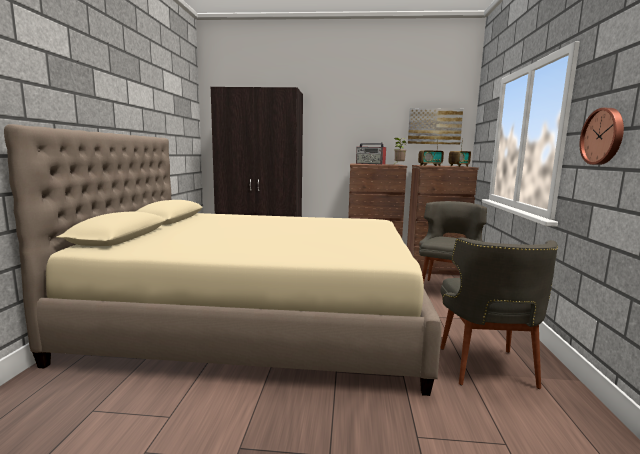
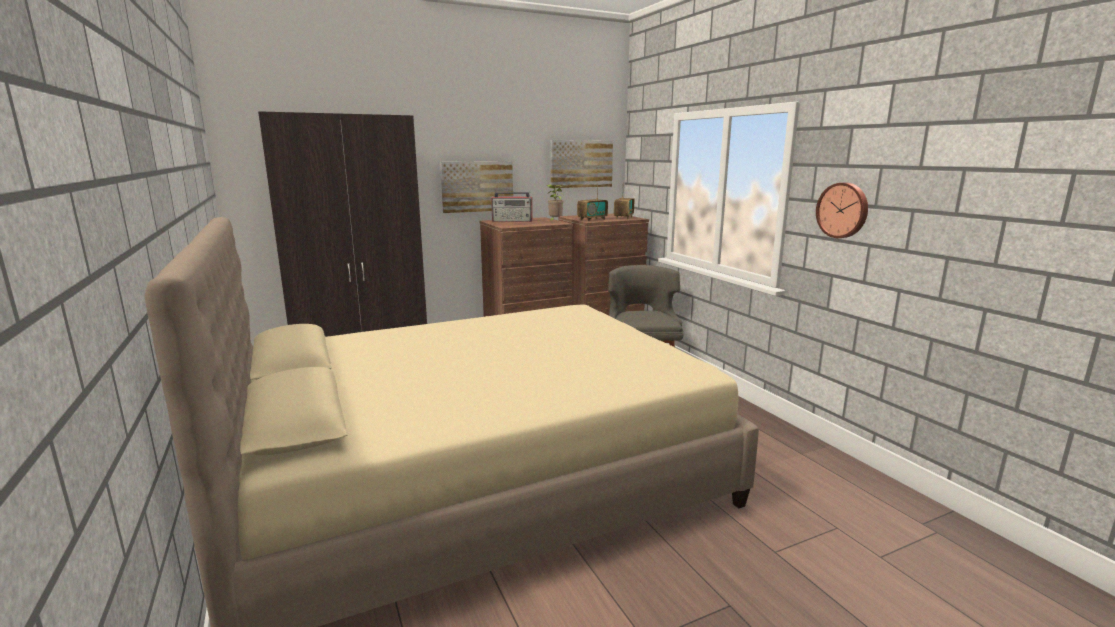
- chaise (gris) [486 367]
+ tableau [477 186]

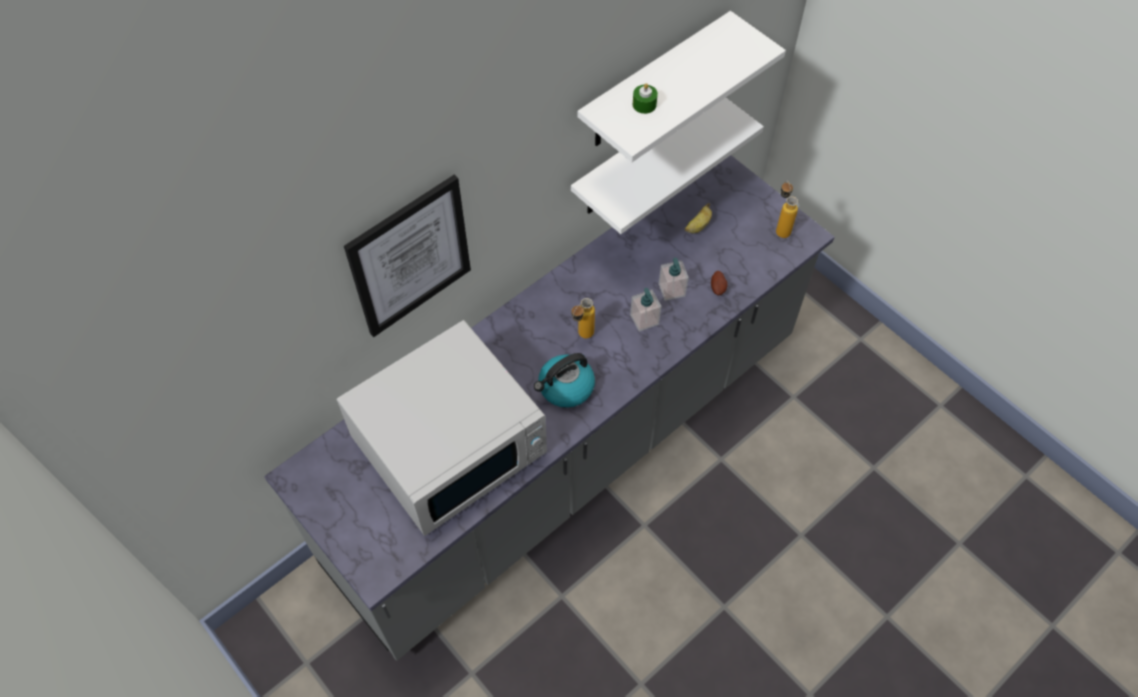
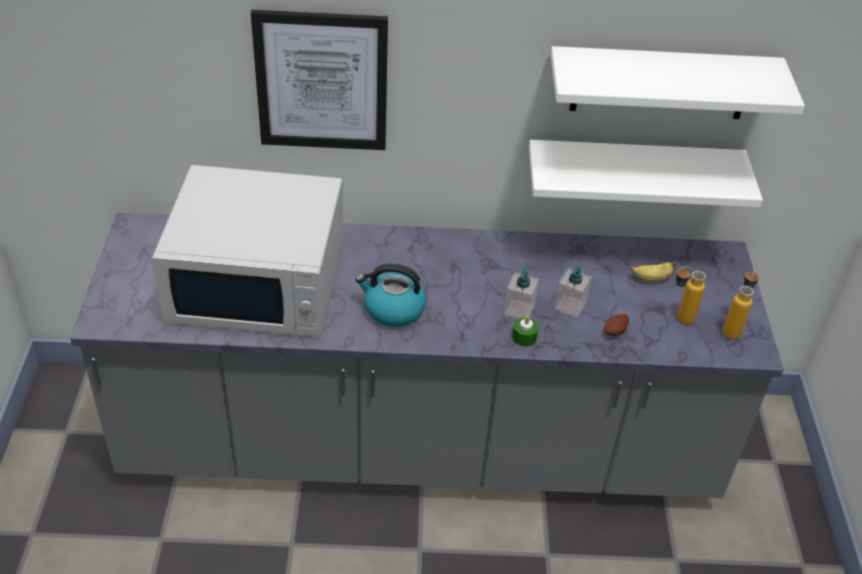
~ bouteille [582 337] to [678 319]
~ bougie (vert) [644 104] to [524 337]

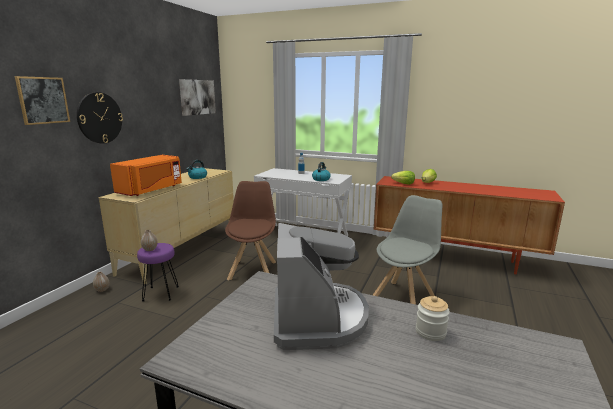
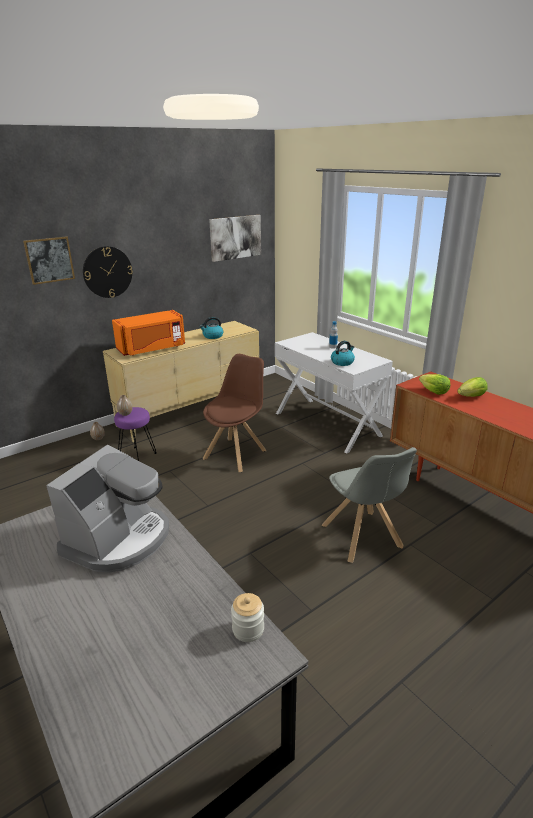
~ chaise (gris) [404 297] = [363 538] 90 degrees clockwise
~ bocal [430 332] to [248 629]

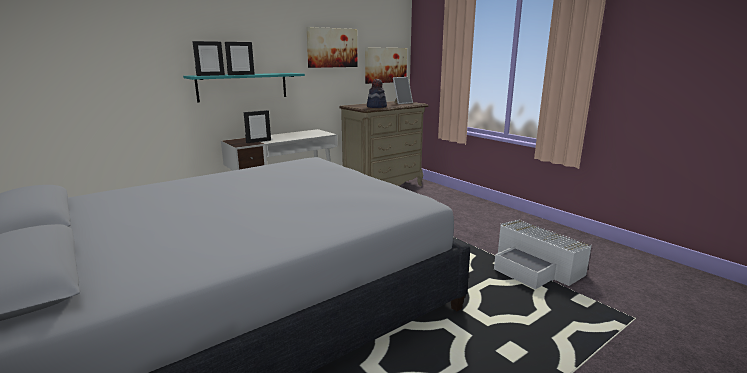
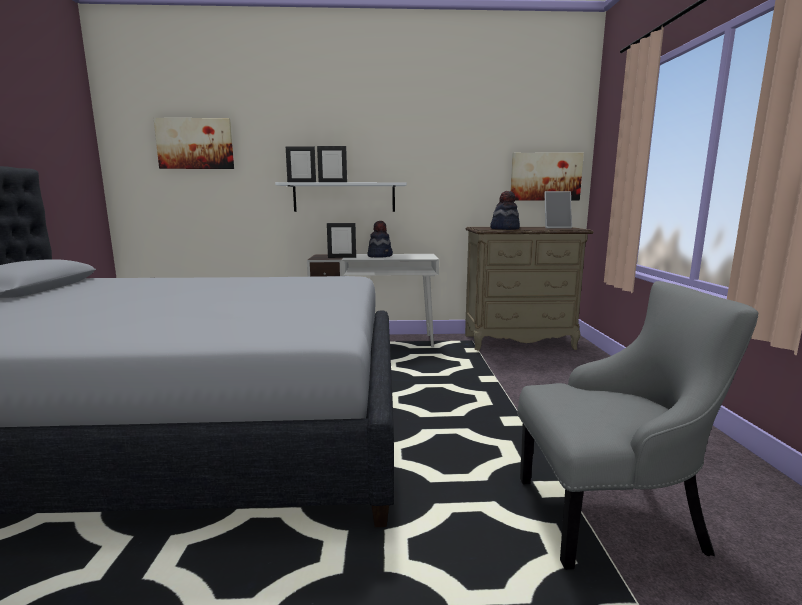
~ étagère (turquoise) [243 86] to étagère (blanc) [344 197]
~ tableau [332 47] to [195 144]
~ boîte de rangement (blanc) [535 268] to chaise (gris) [605 519]
+ chapeau [380 256]

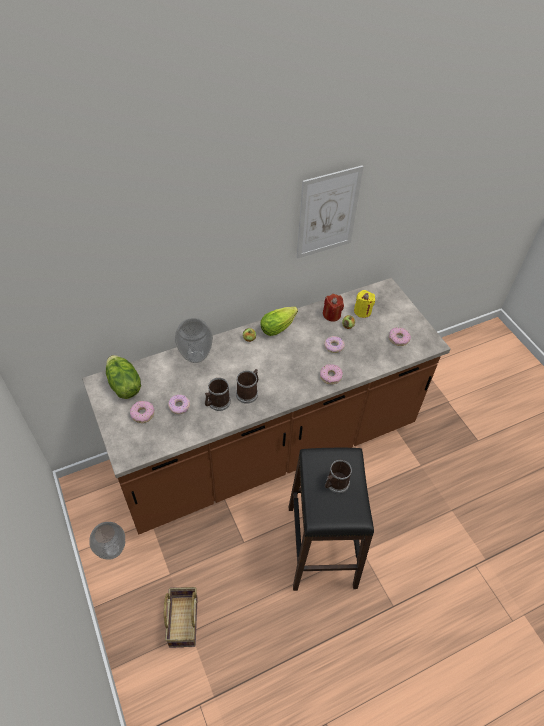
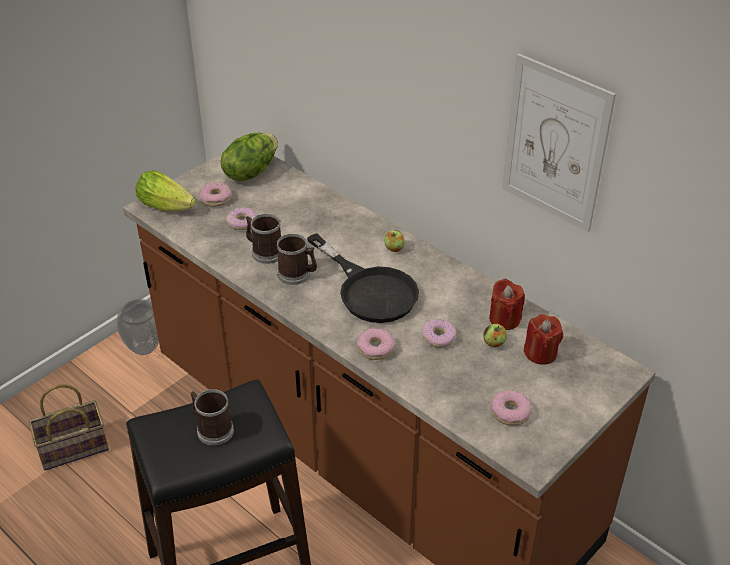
- vase [196 356]
~ laitue [280 326] to [168 206]
~ bougie (jaune) [362 311] to bougie (rouge) [540 353]
+ poêle (noir) [369 289]

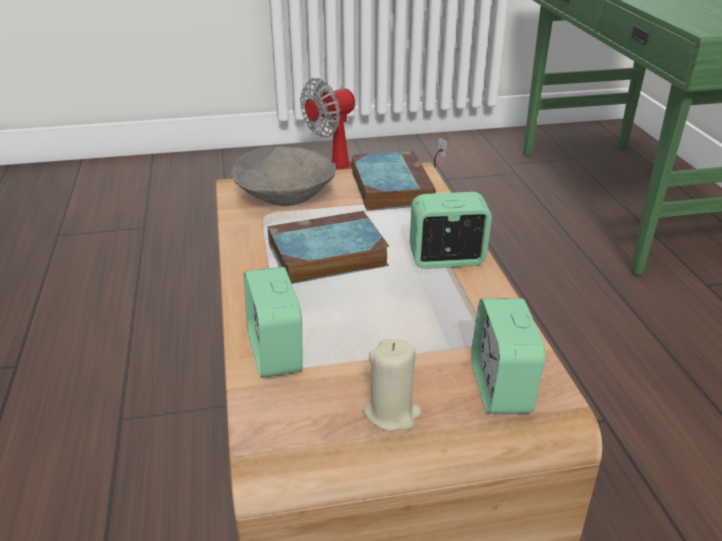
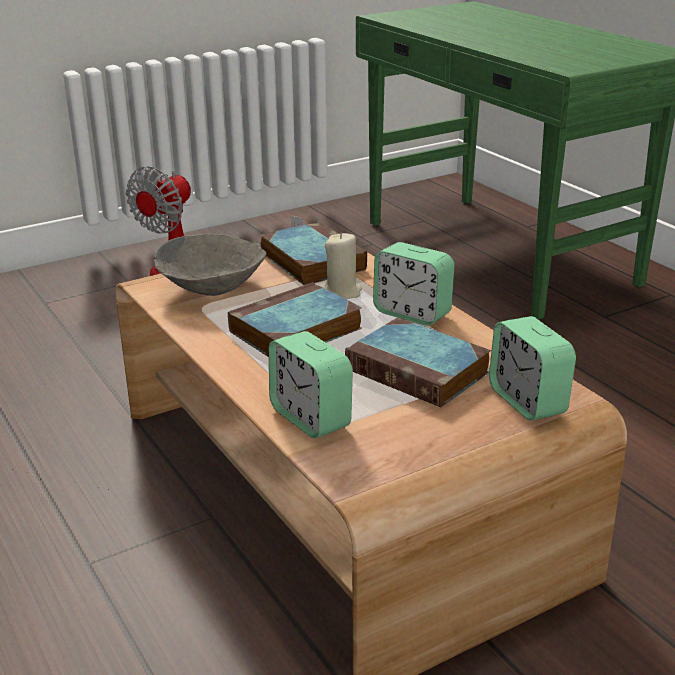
~ bougie (beige) [392 413] to [342 292]
~ réveil [447 259] = [412 313] 120 degrees counterclockwise
+ livre [420 371]

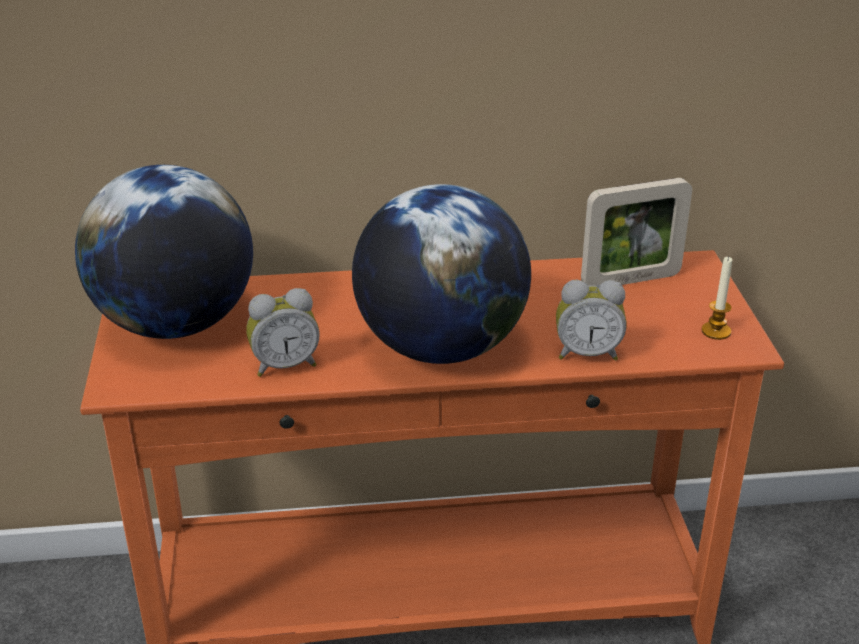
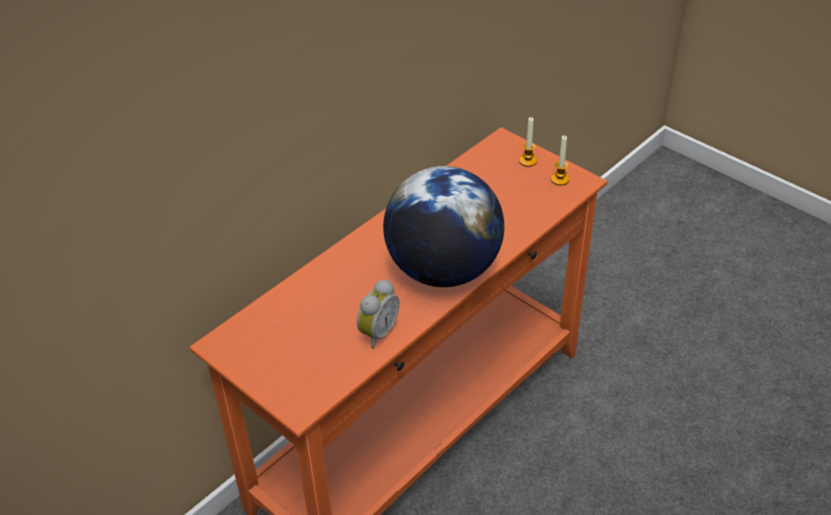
- globe [176 324]
- réveil [587 353]
- cadre photo [630 280]
+ bougie [527 161]

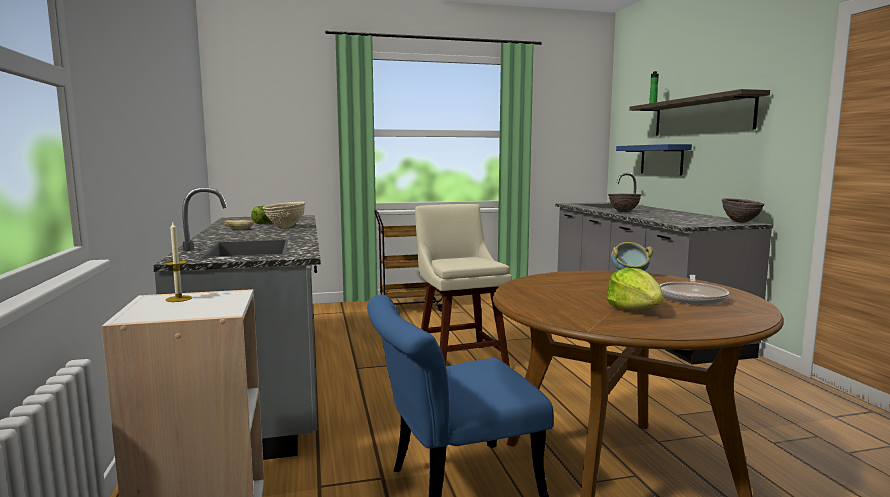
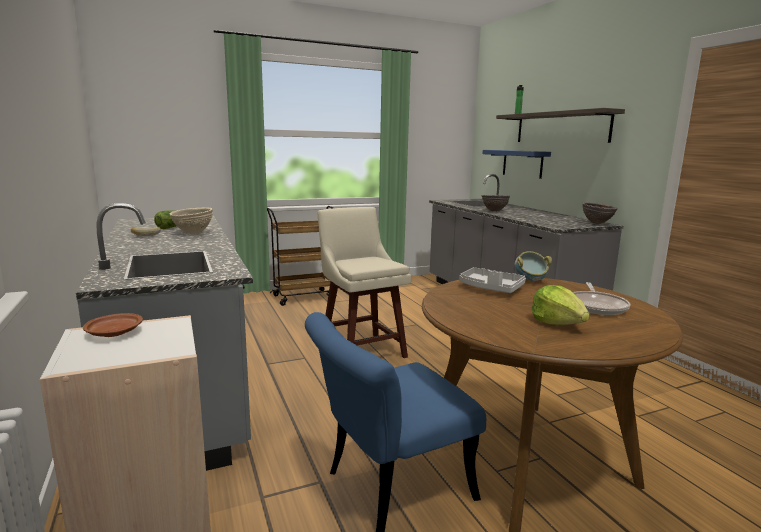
~ bougie [178 299] to assiette (marron) [114 333]
+ plateau (gris) [490 288]

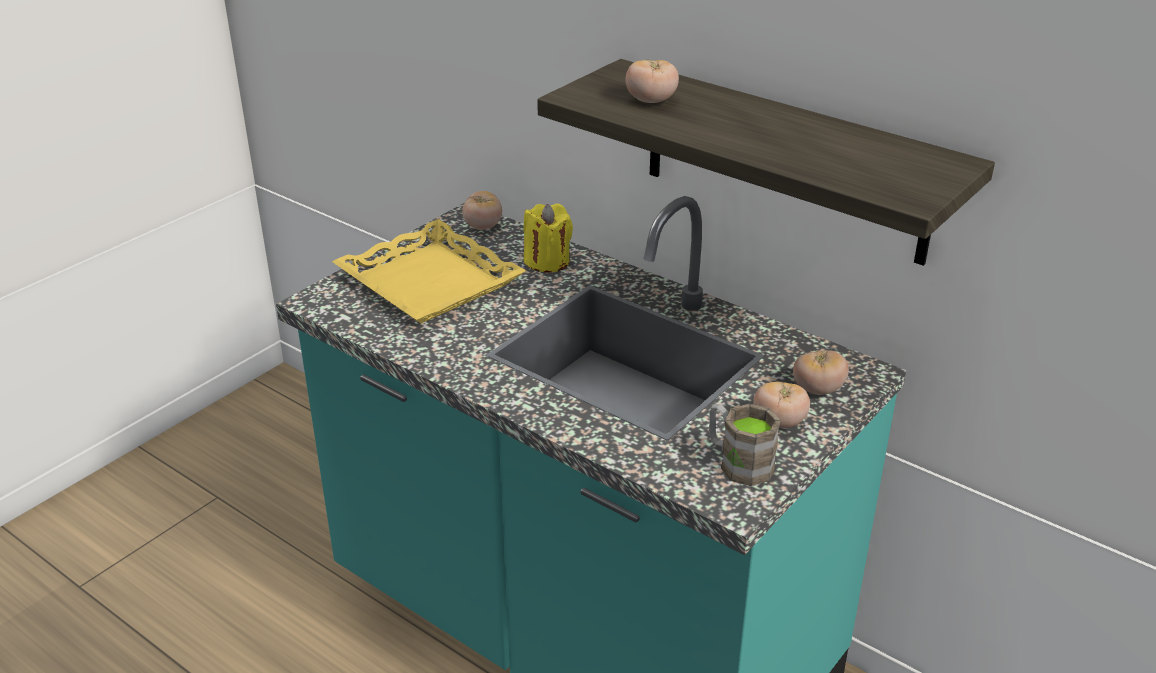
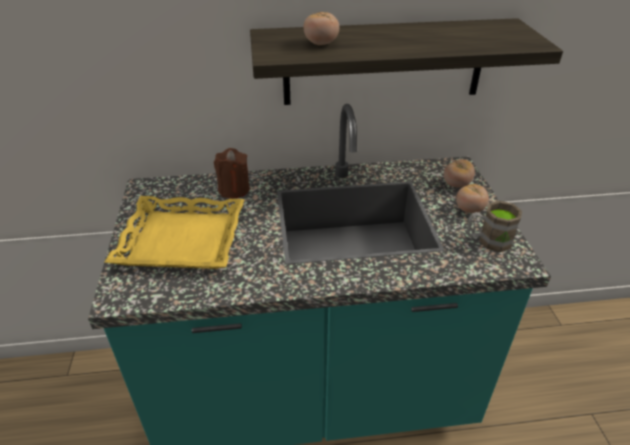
- tomate [483 226]
~ bougie (jaune) [547 261] to bougie (marron) [234 189]

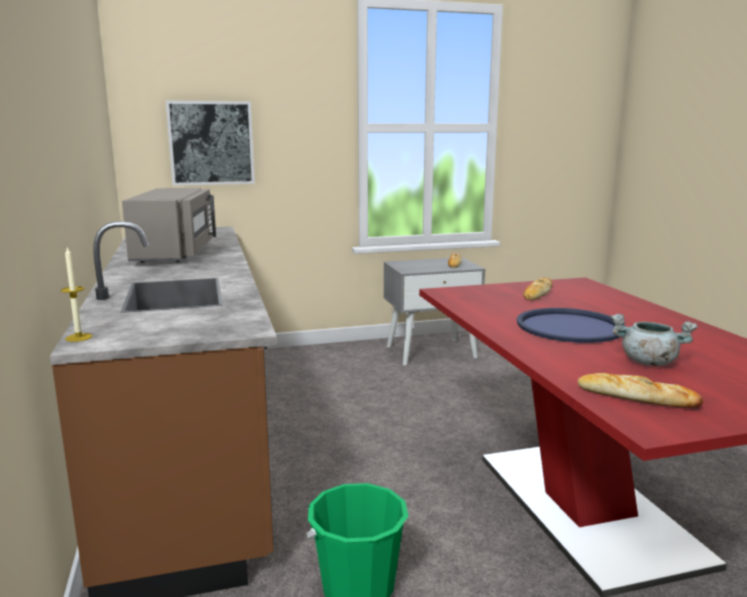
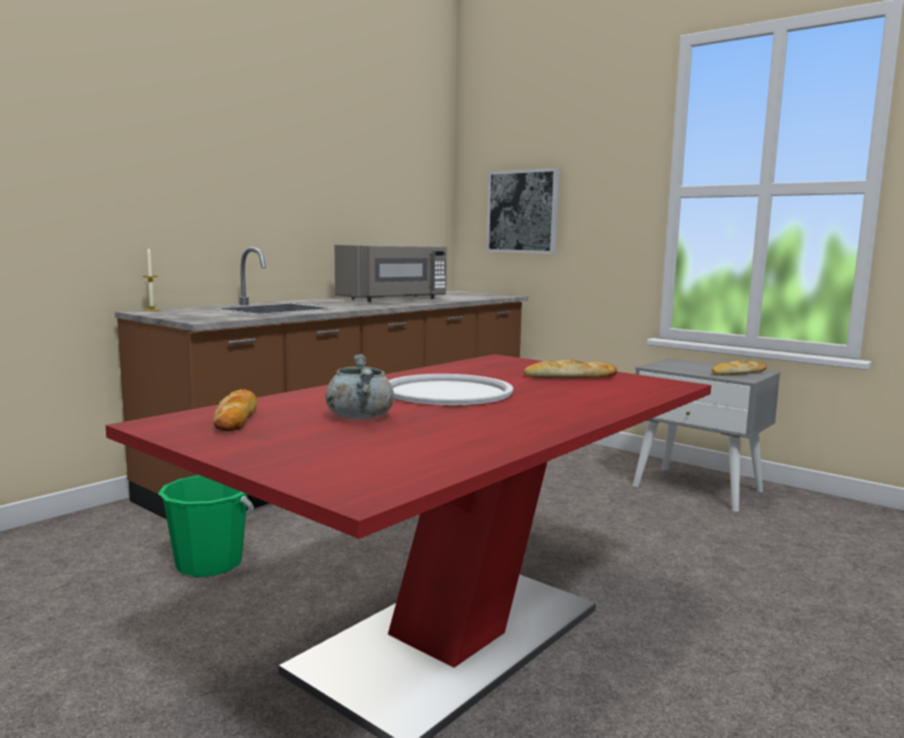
~ plateau (bleu) [570 327] to plateau (blanc) [447 392]

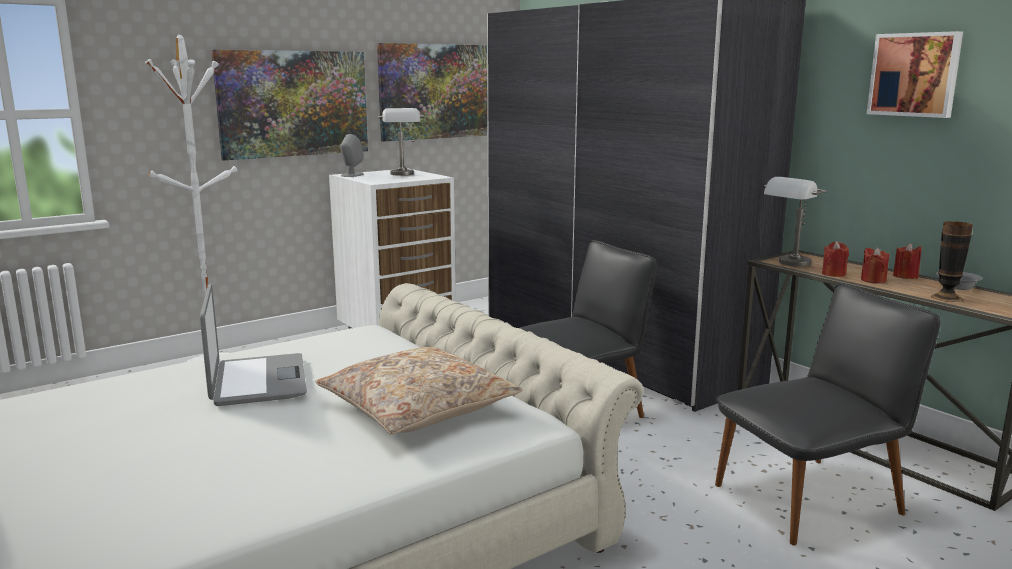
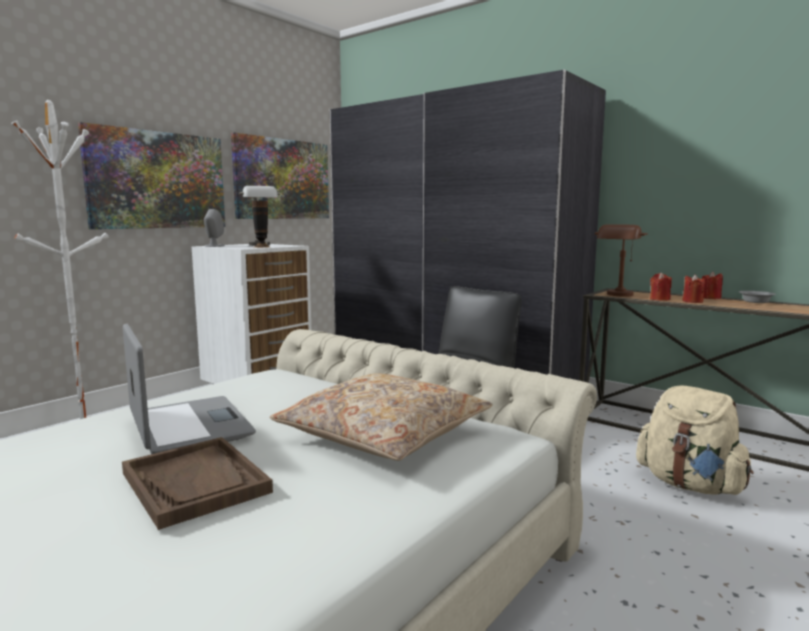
~ chaise (noir) [807 499] to sac à dos (beige) [690 484]
~ lampe de table (gris) [789 264] to lampe de table (marron) [618 295]
- tableau [915 74]
~ vase [946 297] to [261 247]
+ plateau (marron) [195 483]

